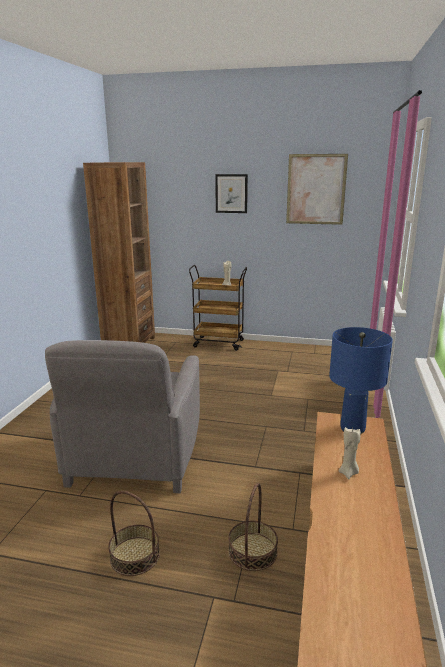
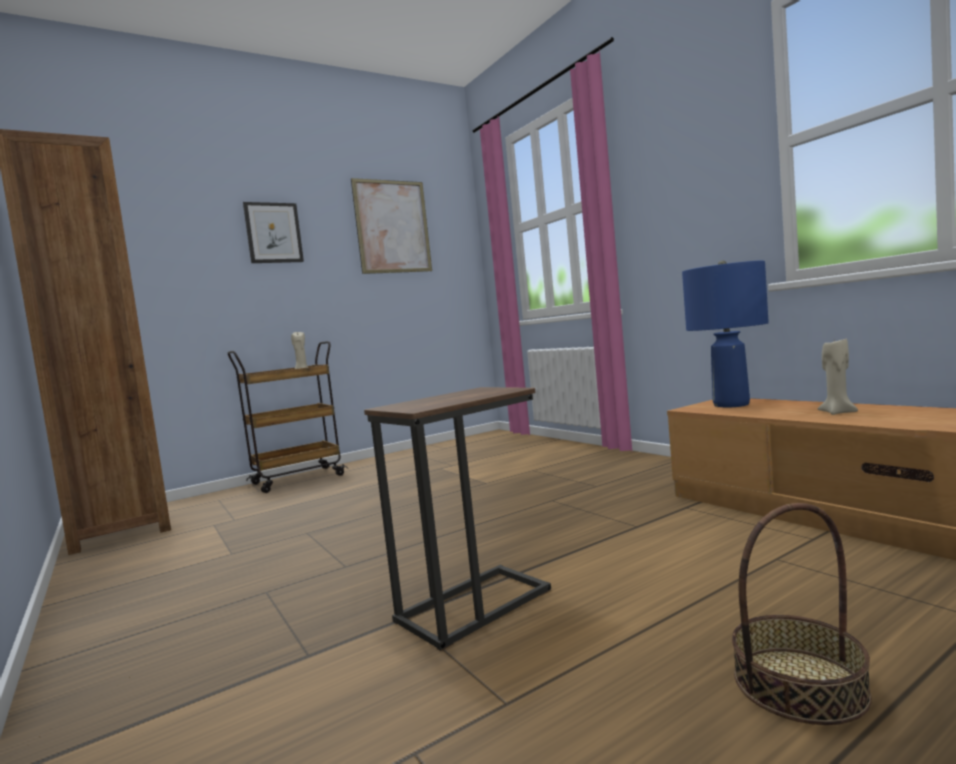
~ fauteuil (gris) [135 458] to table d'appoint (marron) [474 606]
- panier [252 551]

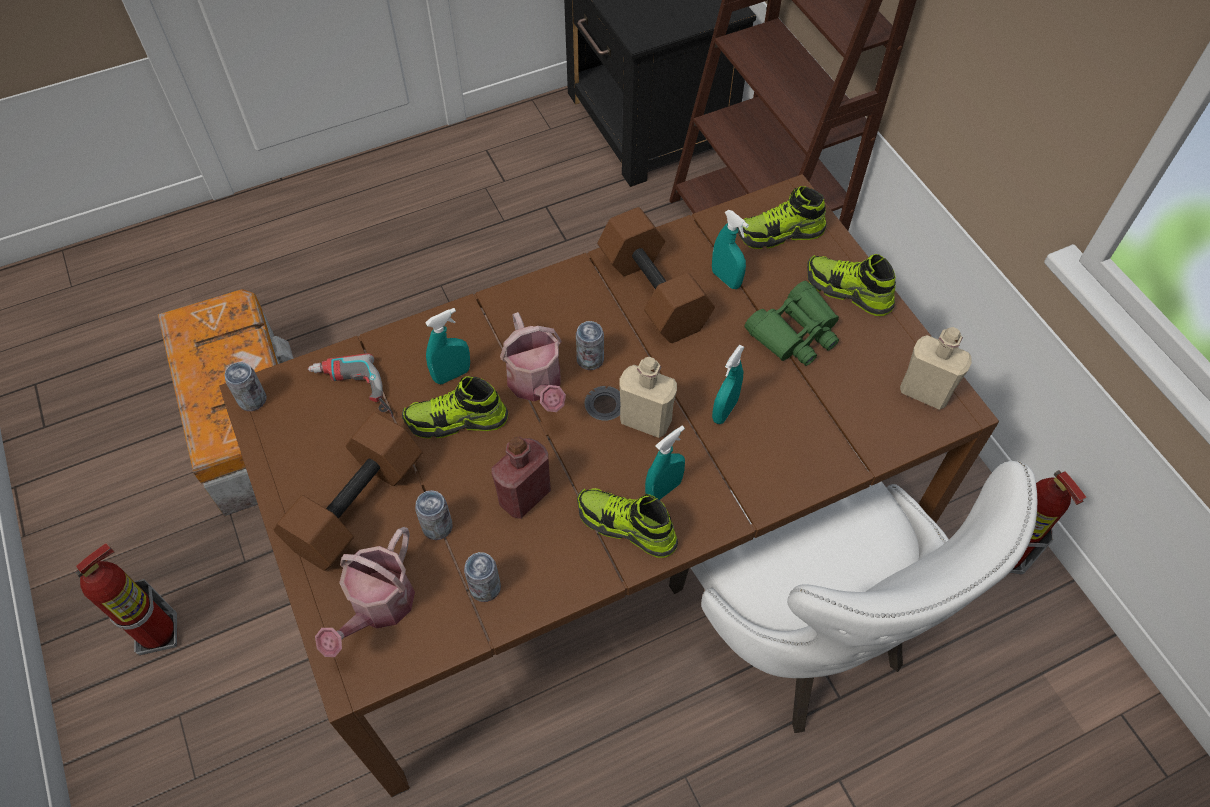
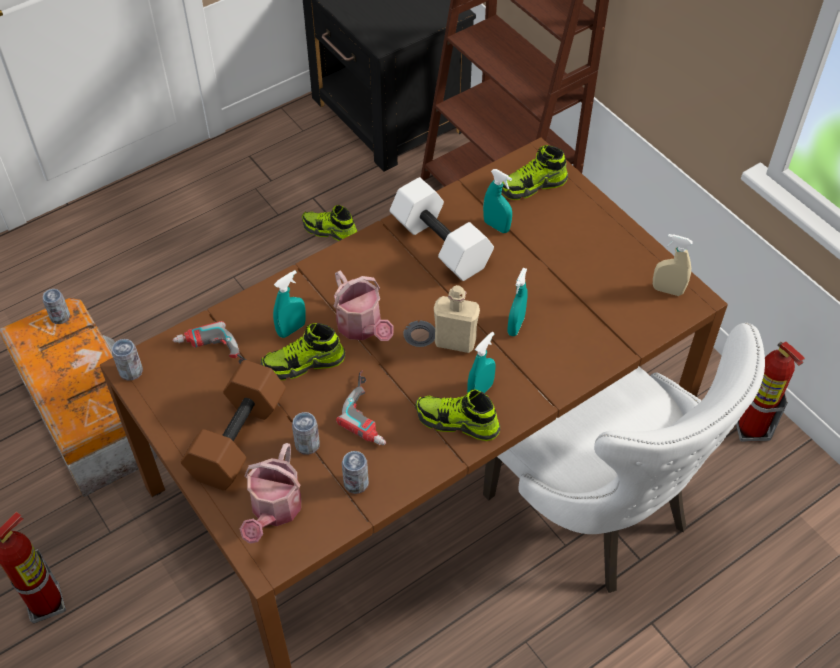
~ bouteille (rouge) [524 496] to perceuse [371 412]
~ boîte métallique [590 359] to [60 317]
~ haltère (marron) [656 293] to haltère (blanc) [442 244]
- jumelles (vert) [794 333]
~ chaussure [848 291] to [330 231]
~ bouteille (beige) [924 392] to vaporisateur (beige) [667 290]

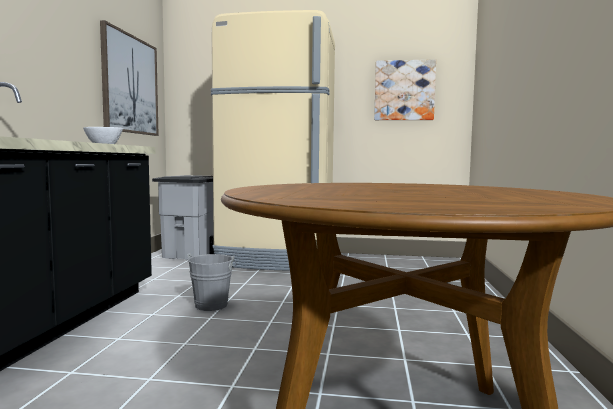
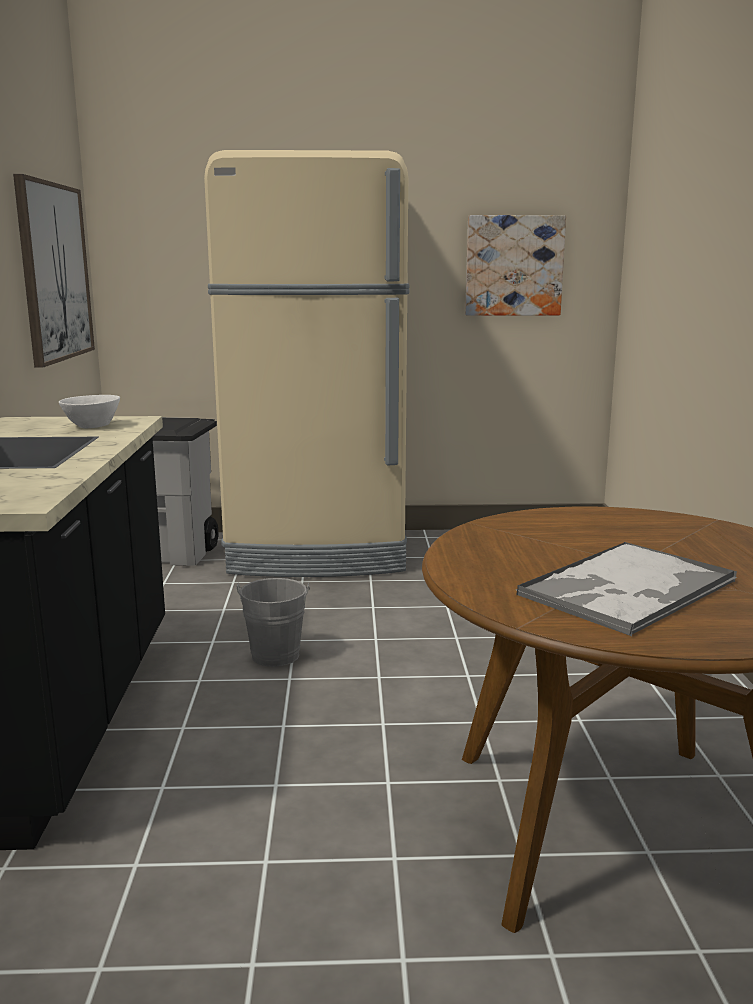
+ plateau [626 589]

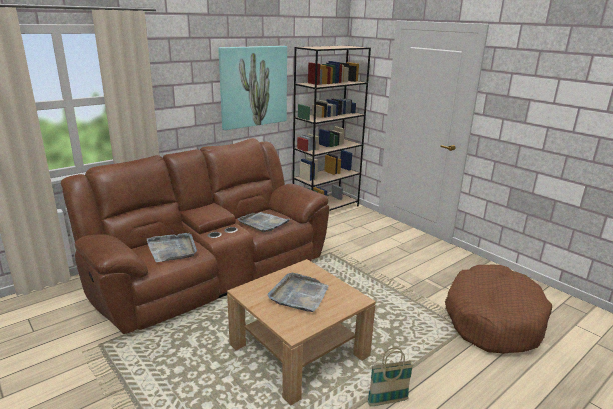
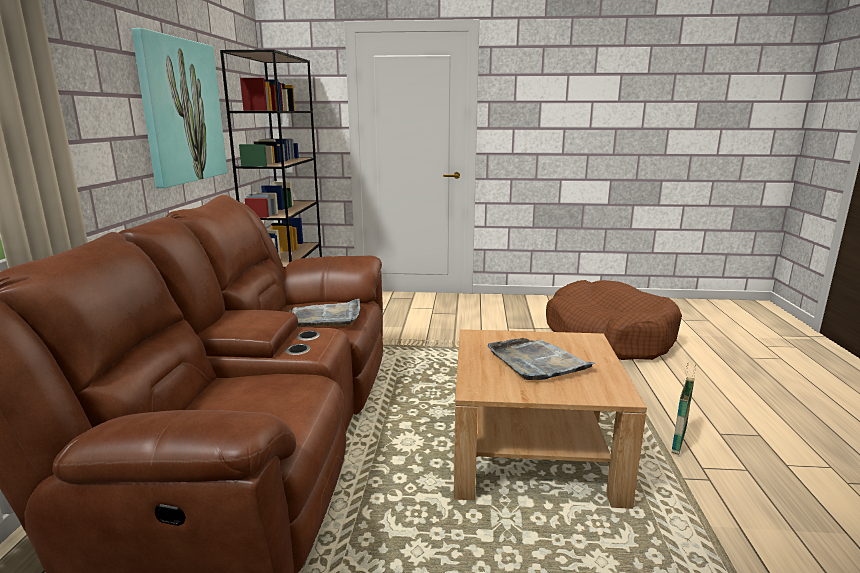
- plateau (gris) [172 249]

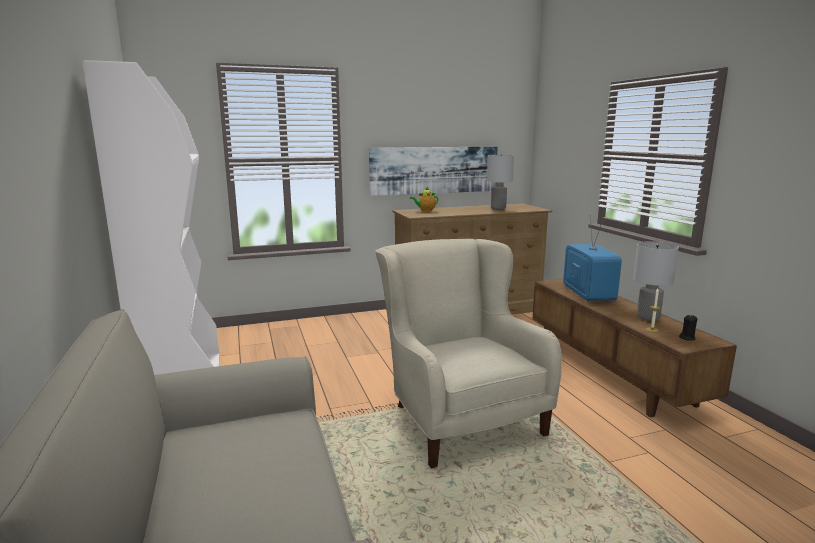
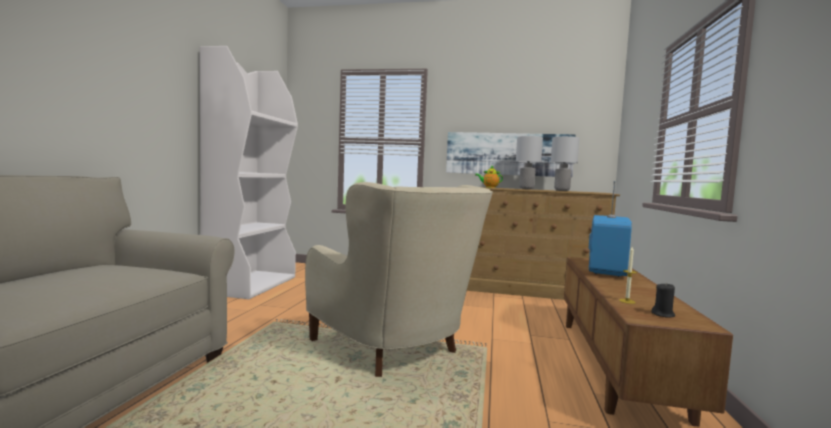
~ fauteuil (beige) [456 415] = [395 349] 135 degrees clockwise
~ lampe de table (gris) [647 318] to [526 189]

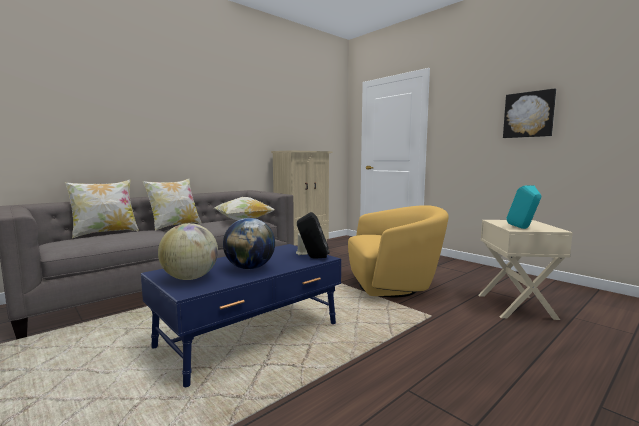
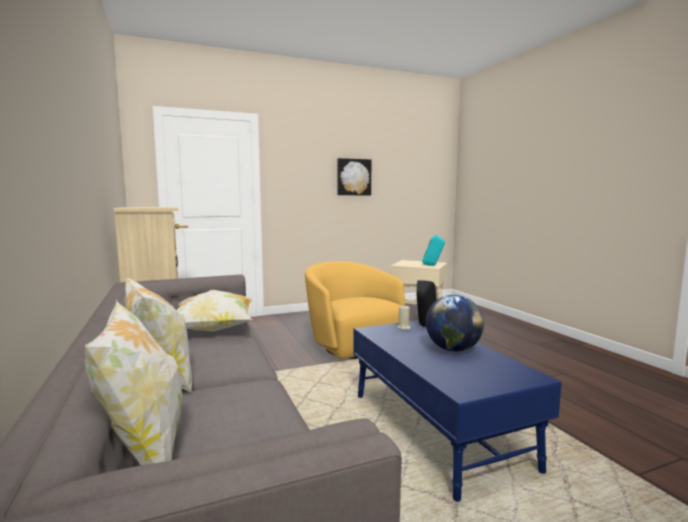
- globe [190 278]
~ fauteuil (jaune) [393 286] = [351 346] 45 degrees counterclockwise

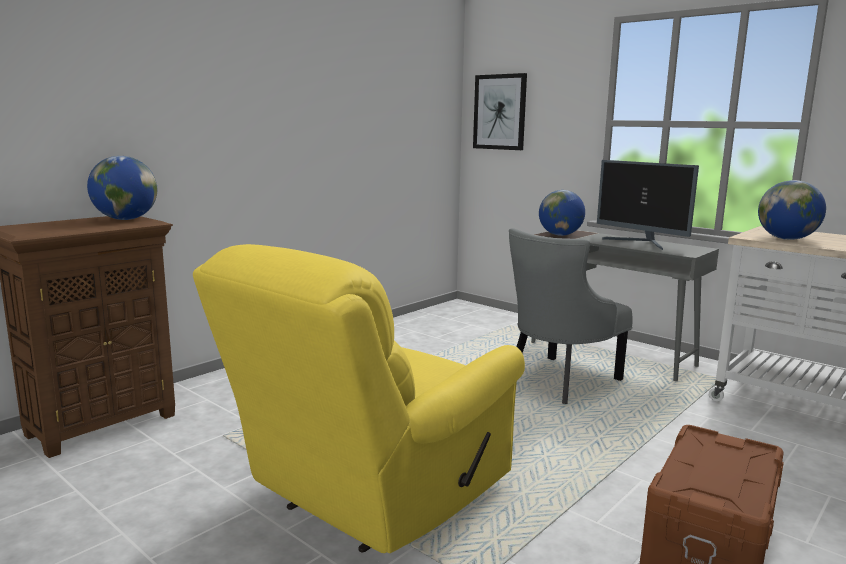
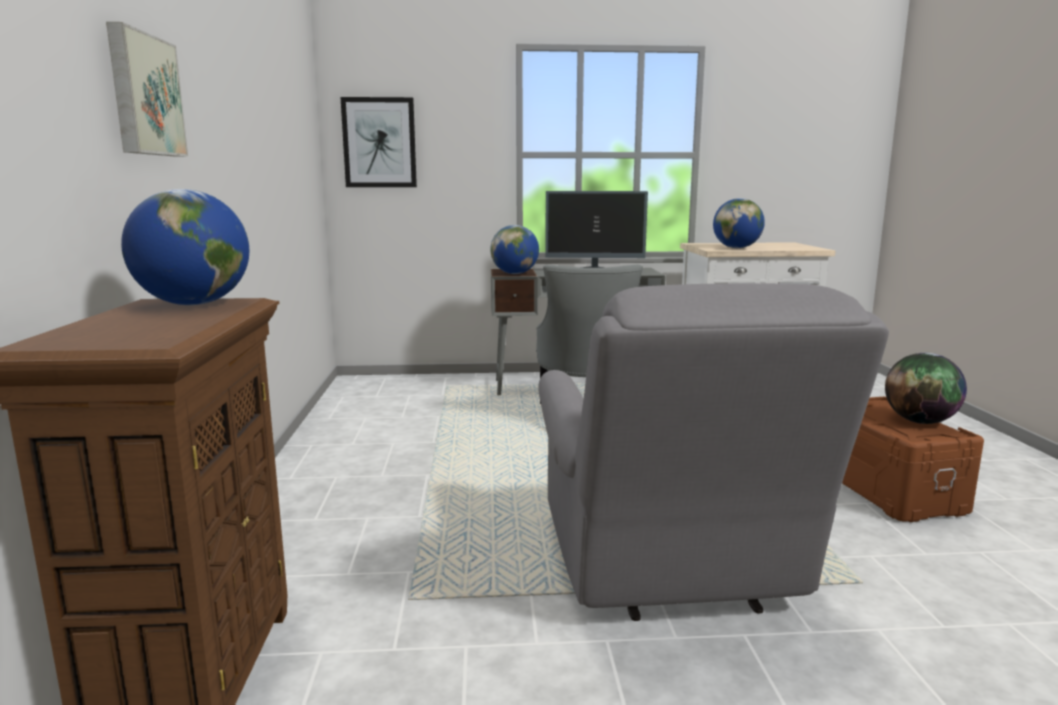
~ fauteuil (jaune) [369 498] to fauteuil (gris) [671 572]
+ tableau [143 95]
+ globe [920 421]

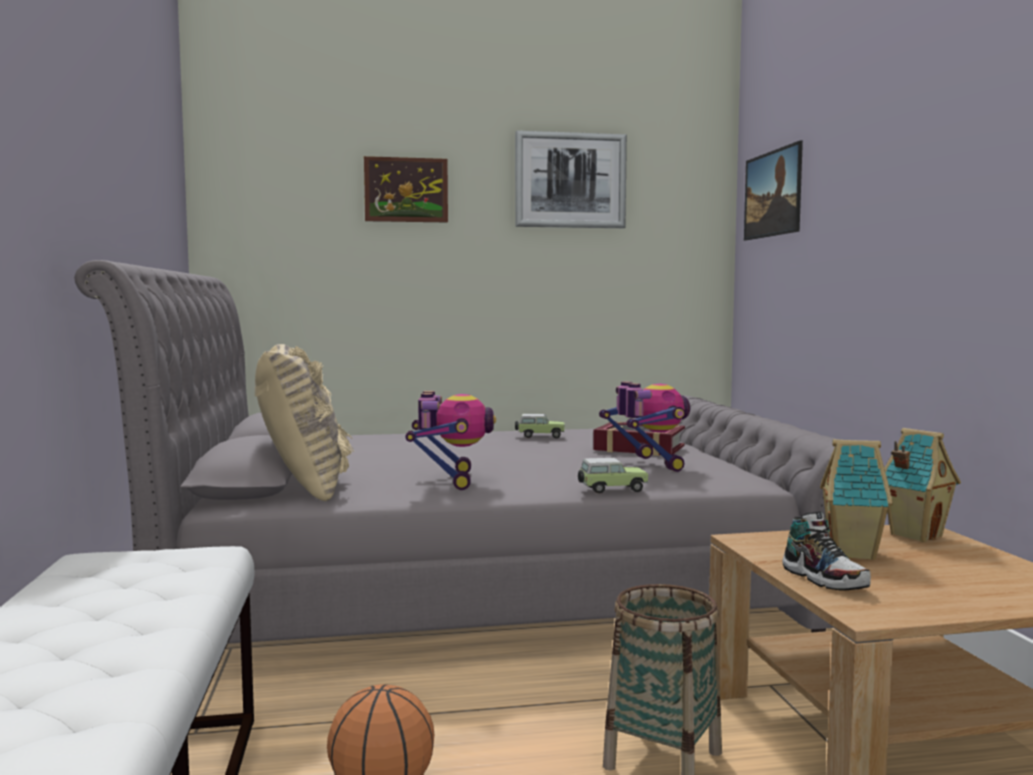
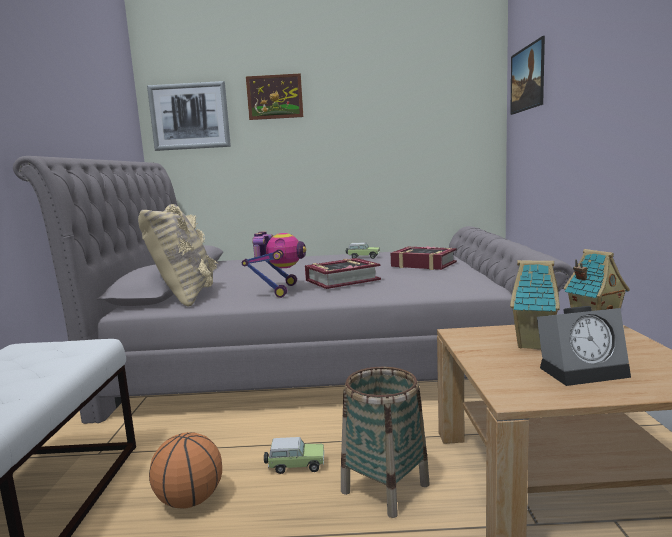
~ tableau [570 180] to [189 116]
~ petite voiture [610 490] to [295 466]
- robot jouet [648 464]
- chaussure [824 579]
+ livre [342 280]
+ réveil [583 370]

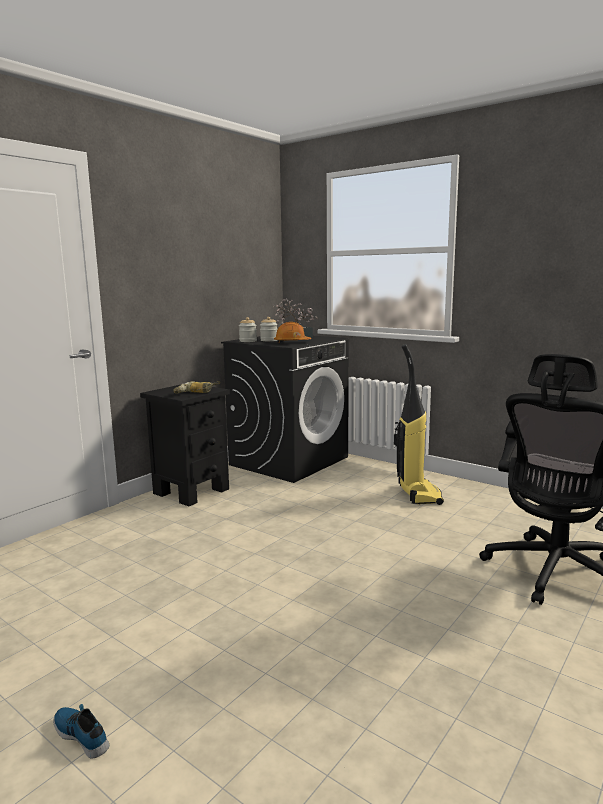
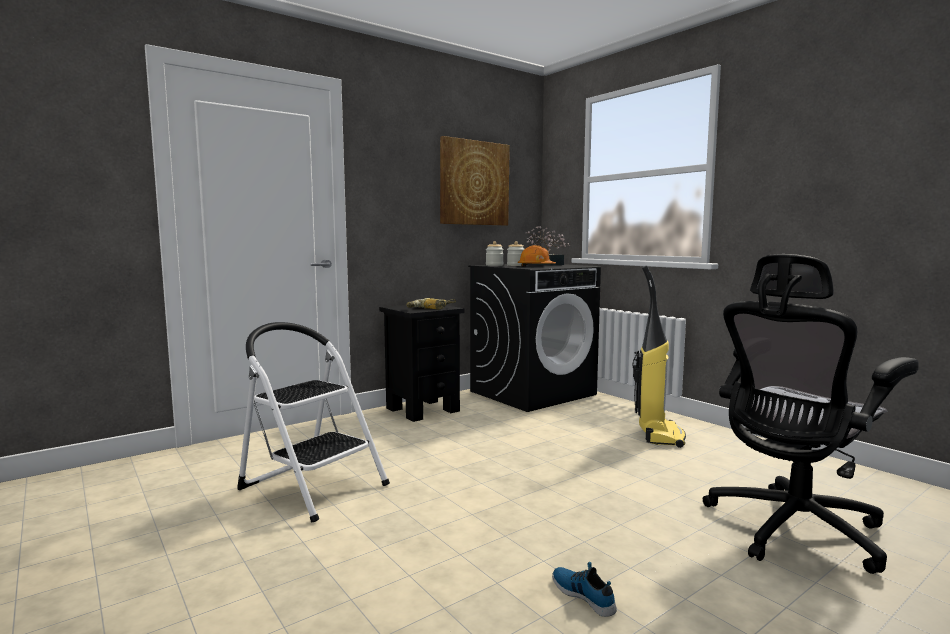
~ chaussure [82 734] to [584 595]
+ escabeau [311 486]
+ tableau [474 183]

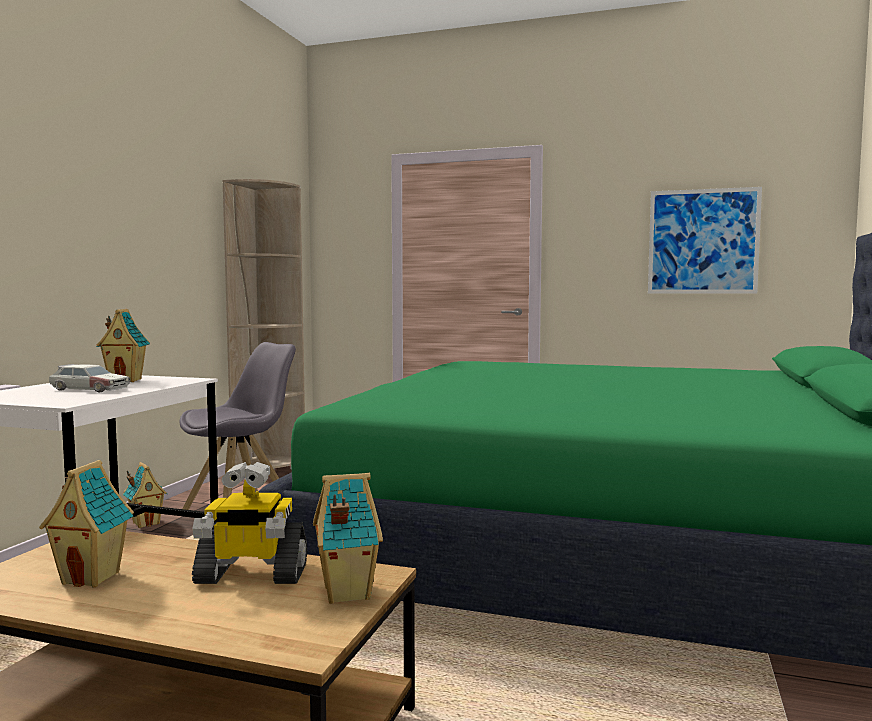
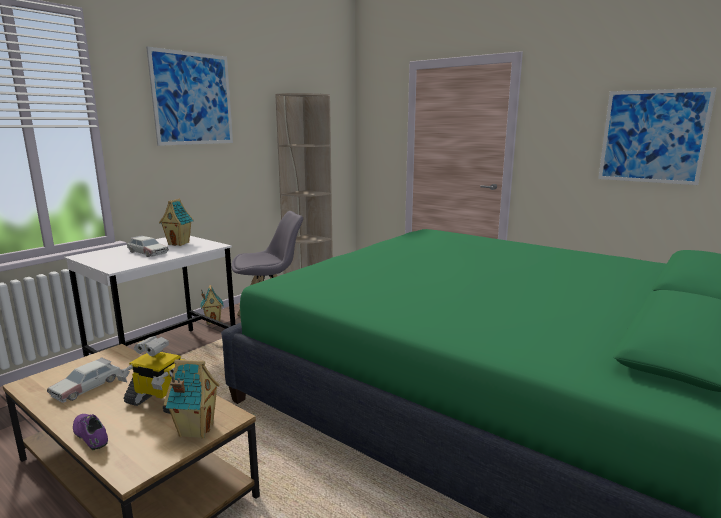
~ maison miniature [92 577] to petite voiture [87 387]
+ chaussure (violet) [91 436]
+ tableau [193 99]

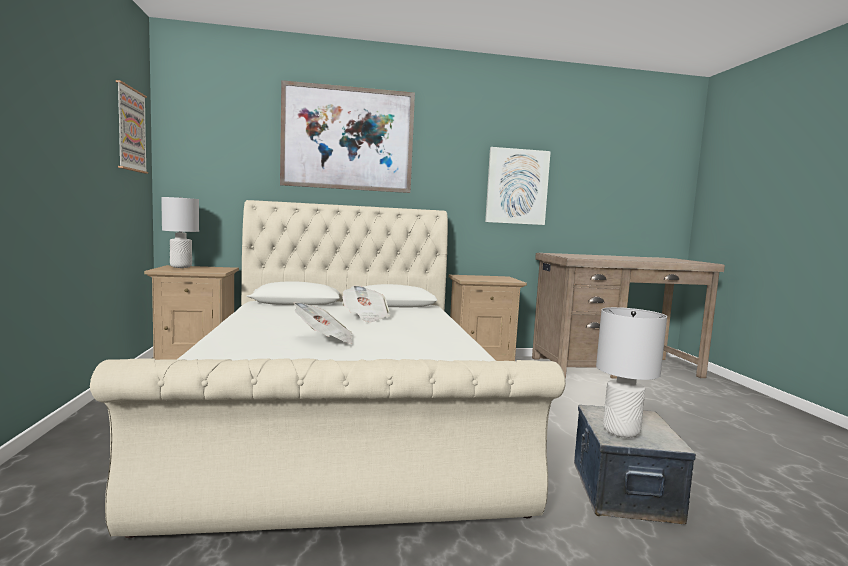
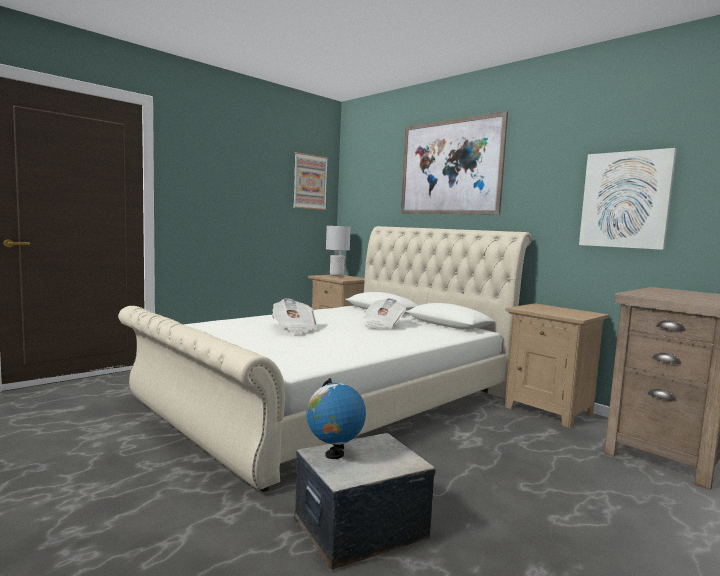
~ lampe de table (gris) [621 433] to globe [334 455]

